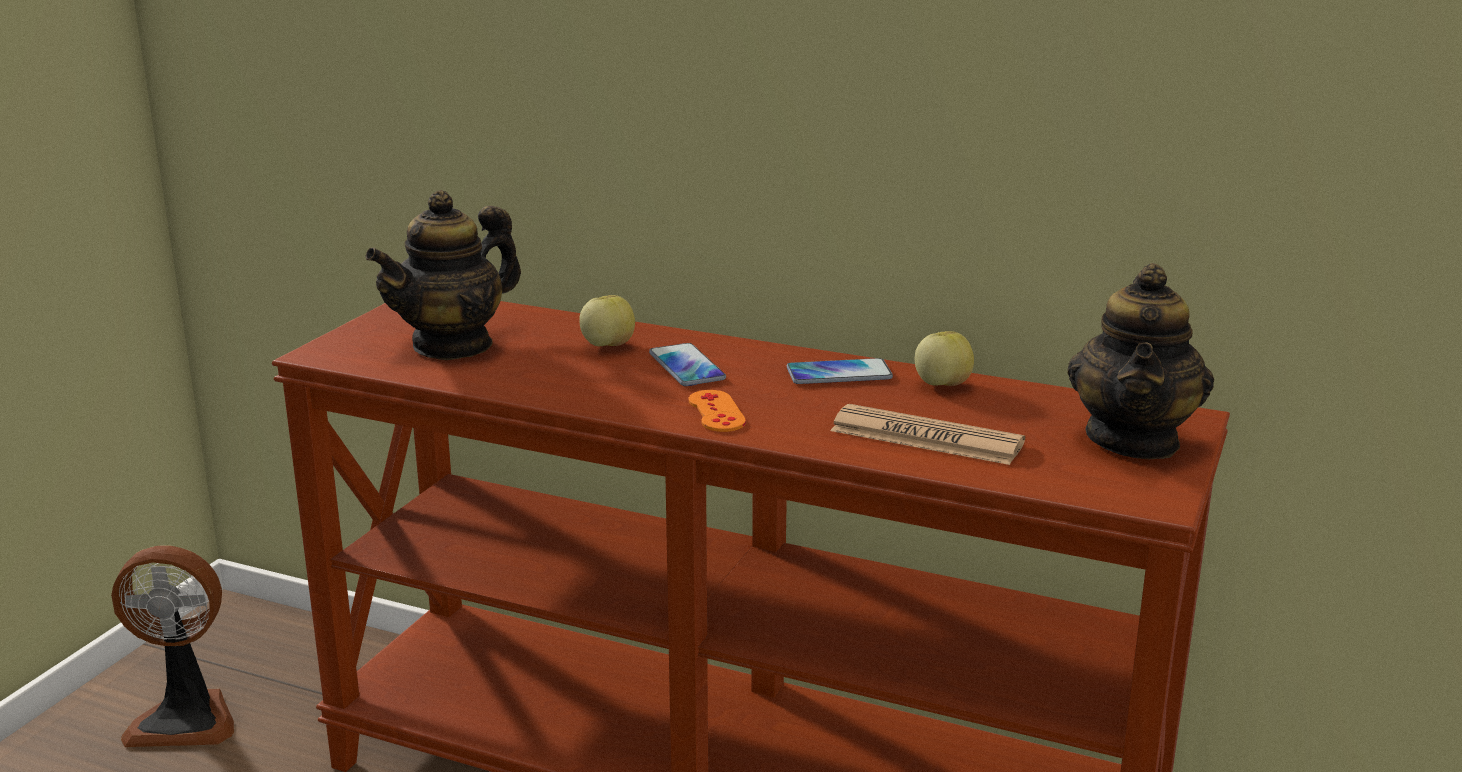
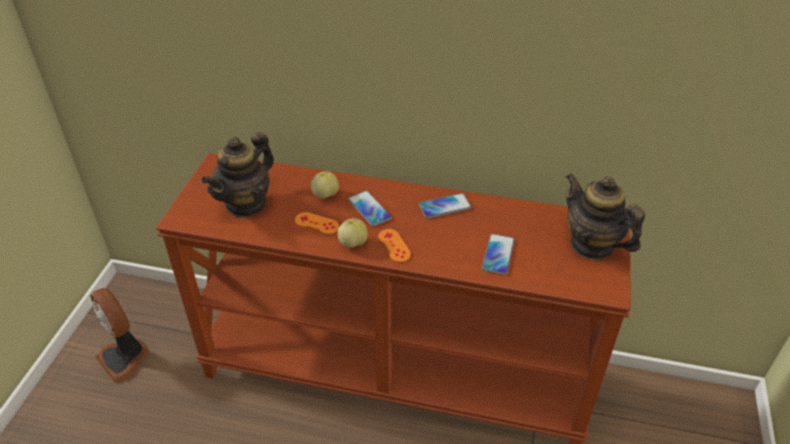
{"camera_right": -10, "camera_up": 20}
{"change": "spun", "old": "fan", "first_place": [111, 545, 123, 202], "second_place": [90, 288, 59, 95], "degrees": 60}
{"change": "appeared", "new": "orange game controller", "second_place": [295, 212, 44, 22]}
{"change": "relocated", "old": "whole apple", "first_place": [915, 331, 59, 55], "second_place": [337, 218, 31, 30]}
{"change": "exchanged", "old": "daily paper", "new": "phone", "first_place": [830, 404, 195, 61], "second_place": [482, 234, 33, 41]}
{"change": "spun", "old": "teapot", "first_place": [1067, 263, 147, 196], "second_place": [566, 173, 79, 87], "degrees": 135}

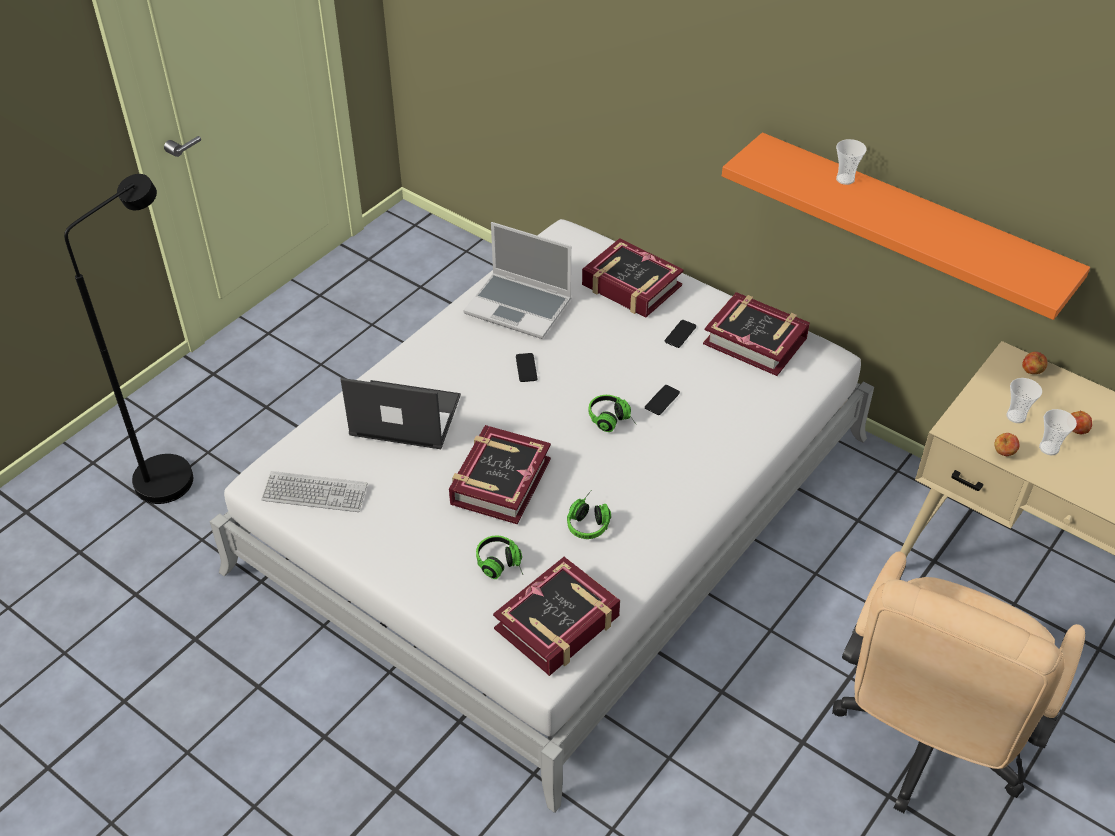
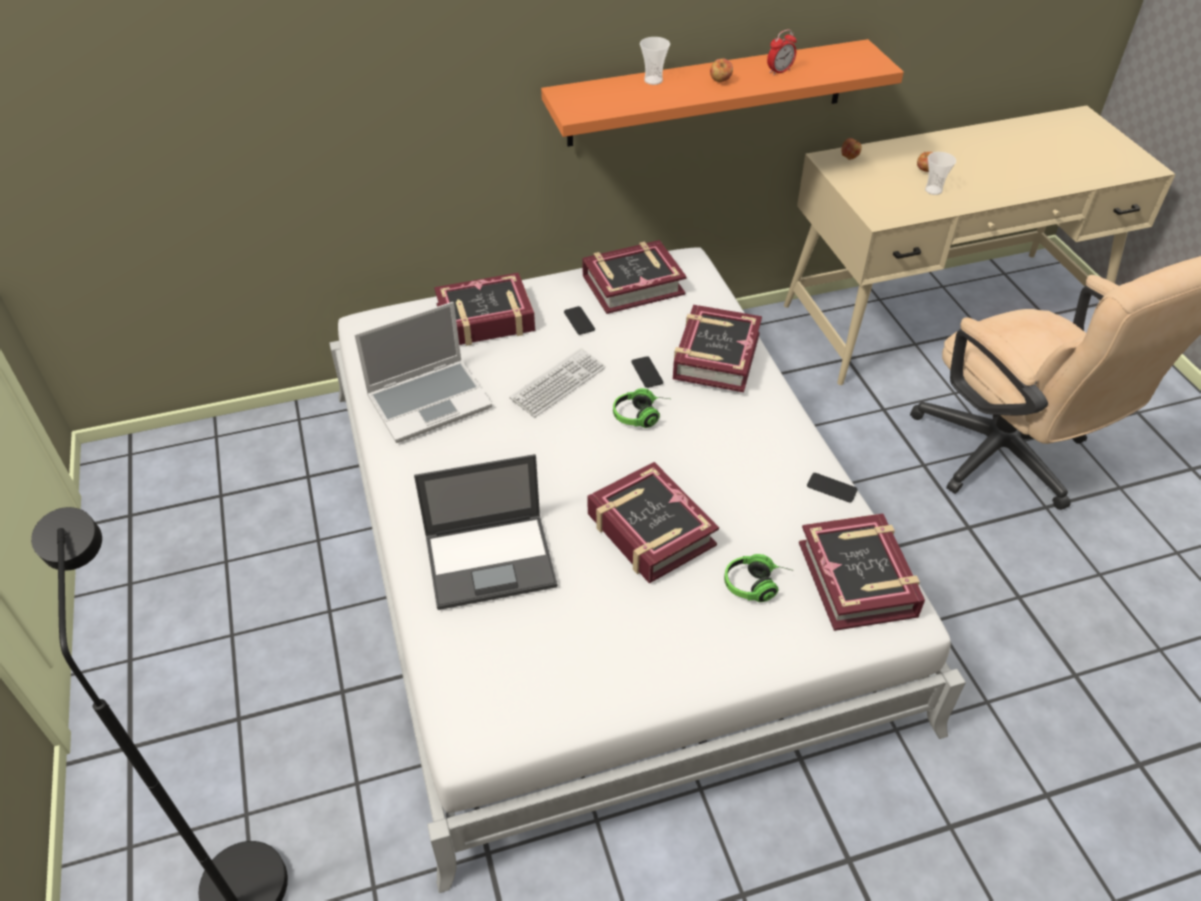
{"camera_right": -55, "camera_up": 0}
{"change": "spun", "old": "notebook computer", "first_place": [340, 378, 121, 71], "second_place": [414, 454, 144, 156], "degrees": -150}
{"change": "relocated", "old": "computer keyboard", "first_place": [261, 471, 106, 41], "second_place": [509, 348, 97, 69]}
{"change": "appeared", "new": "book", "second_place": [673, 305, 89, 87]}
{"change": "relocated", "old": "whole apple", "first_place": [994, 433, 26, 23], "second_place": [710, 59, 23, 23]}
{"change": "appeared", "new": "alarm clock", "second_place": [767, 29, 30, 46]}
{"change": "relocated", "old": "phone", "first_place": [516, 353, 21, 29], "second_place": [807, 473, 51, 30]}
{"change": "missing", "old": "headphones", "first_place": [567, 491, 44, 48]}
{"change": "missing", "old": "drinking cup", "first_place": [1006, 378, 36, 45]}

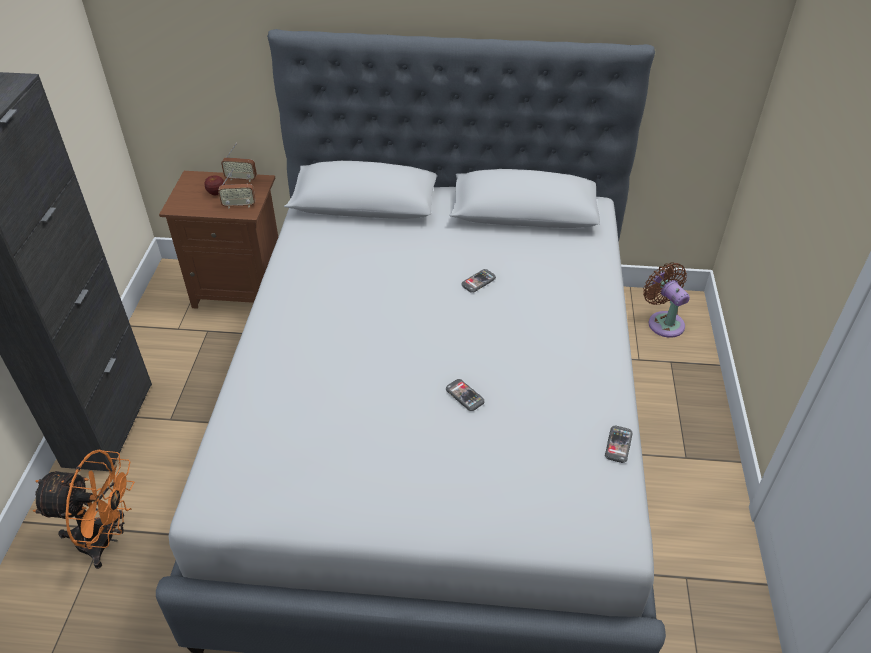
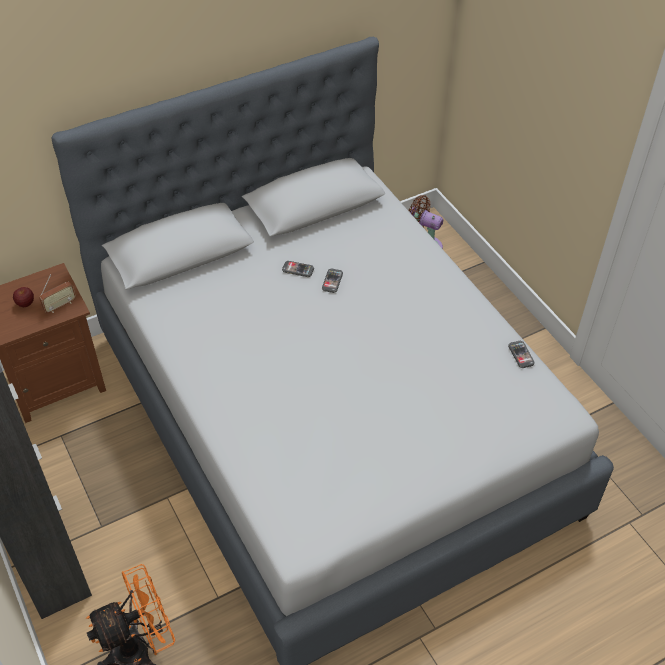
{"camera_right": -35, "camera_up": 5}
{"change": "relocated", "old": "phone", "first_place": [446, 379, 39, 32], "second_place": [282, 261, 32, 16]}
{"change": "missing", "old": "radio set", "first_place": [221, 143, 36, 39]}

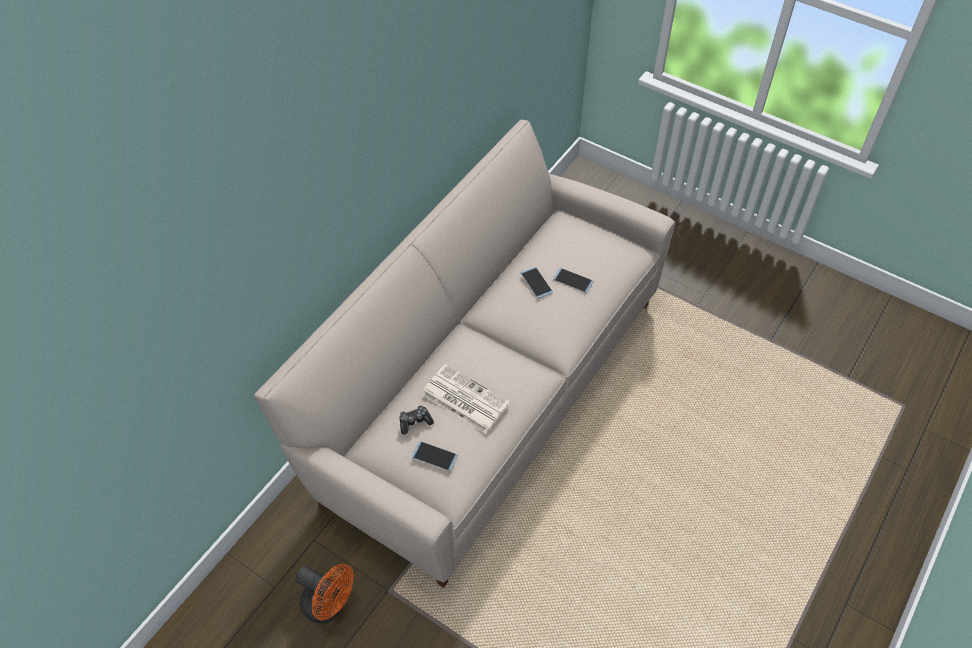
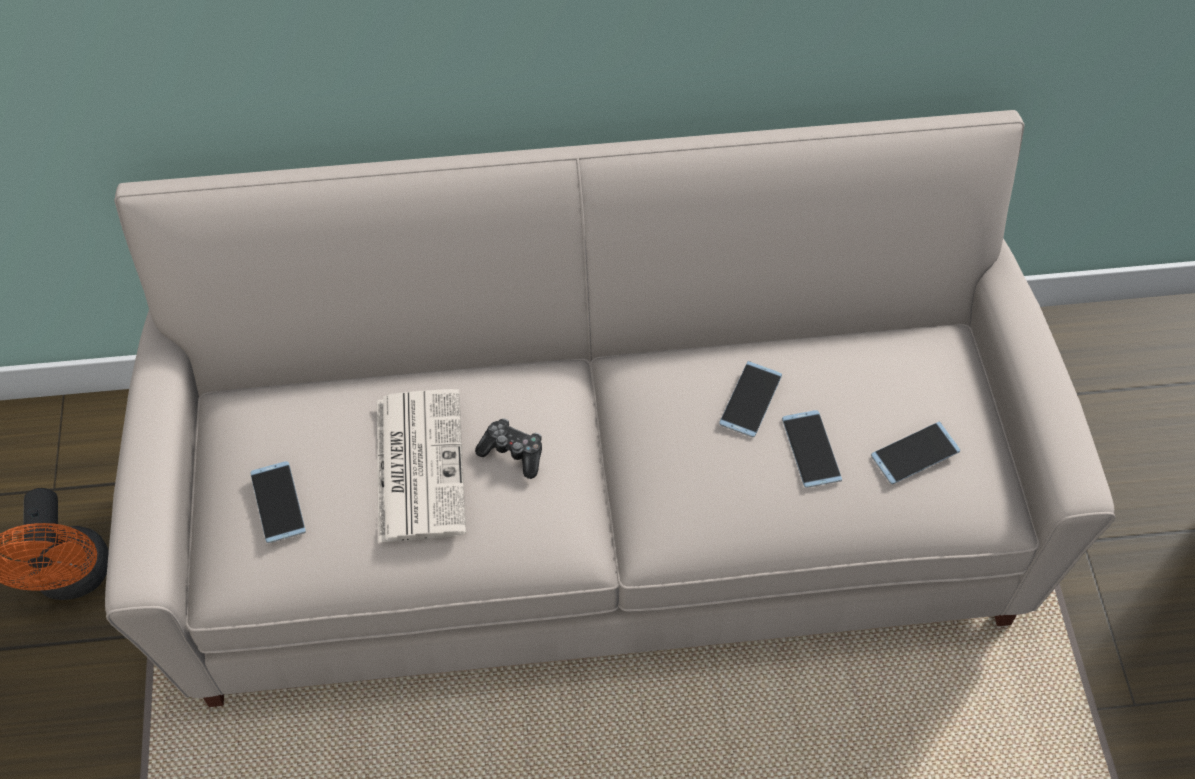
{"camera_right": 50, "camera_up": 5}
{"change": "relocated", "old": "game controller", "first_place": [399, 405, 35, 30], "second_place": [475, 418, 67, 61]}
{"change": "appeared", "new": "phone", "second_place": [871, 422, 89, 62]}

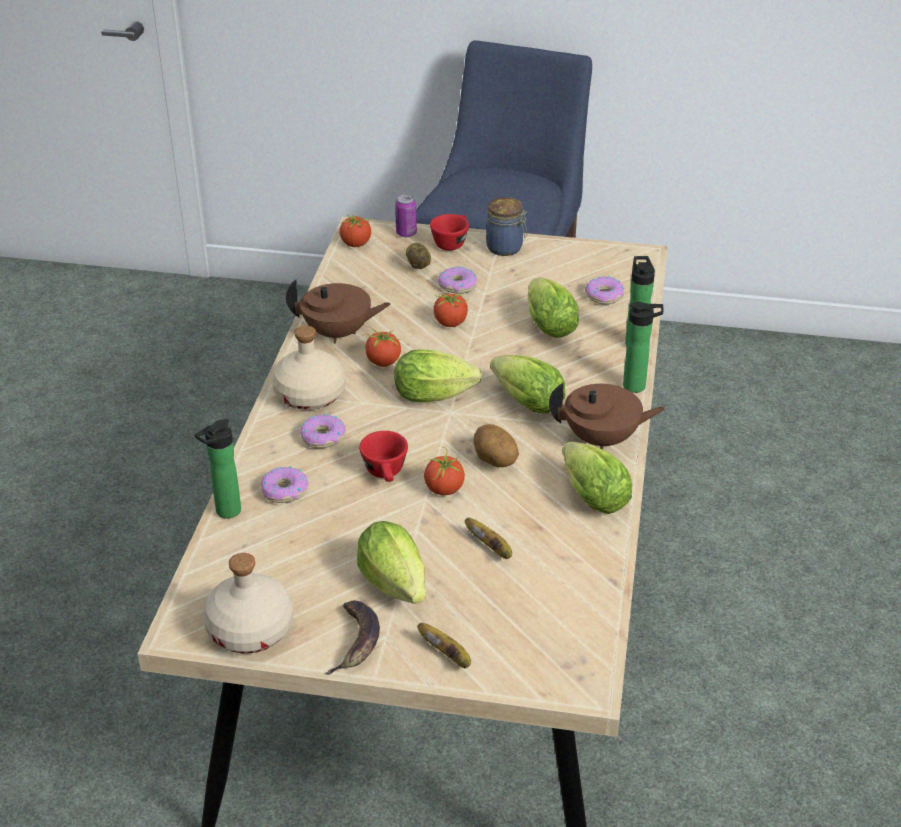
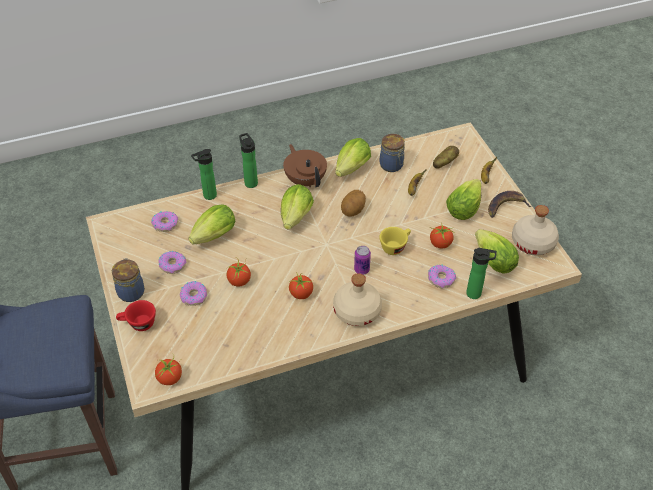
{"camera_right": -120, "camera_up": 10}
{"change": "relocated", "old": "ring doughnut", "first_place": [300, 414, 45, 34], "second_place": [158, 251, 28, 23]}
{"change": "relocated", "old": "metal can", "first_place": [395, 195, 22, 42], "second_place": [354, 246, 17, 29]}
{"change": "colour", "old": "red drinking cup", "new": "yellow drinking cup", "first_place": [359, 431, 49, 51], "second_place": [379, 227, 32, 28]}
{"change": "appeared", "new": "preserve jar", "second_place": [380, 134, 25, 38]}
{"change": "relocated", "old": "whole tomato", "first_place": [424, 447, 41, 48], "second_place": [430, 223, 24, 25]}
{"change": "relocated", "old": "whole potato", "first_place": [406, 243, 25, 26], "second_place": [433, 146, 26, 23]}
{"change": "relocated", "old": "lettuce", "first_place": [394, 349, 88, 53], "second_place": [475, 229, 44, 45]}
{"change": "missing", "old": "brown teapot", "first_place": [286, 279, 105, 65]}

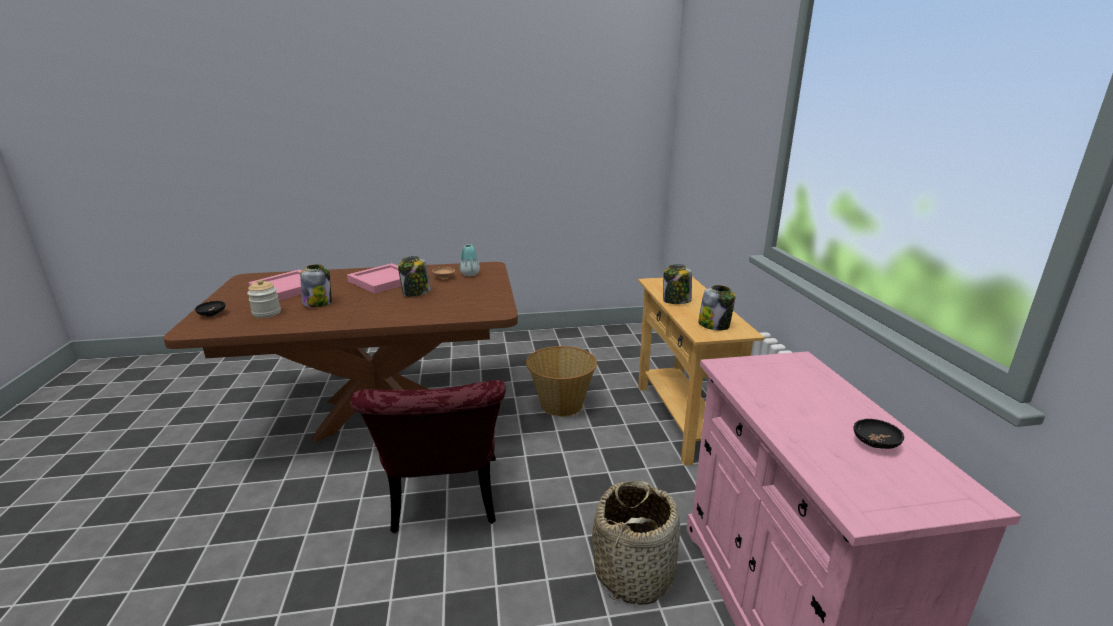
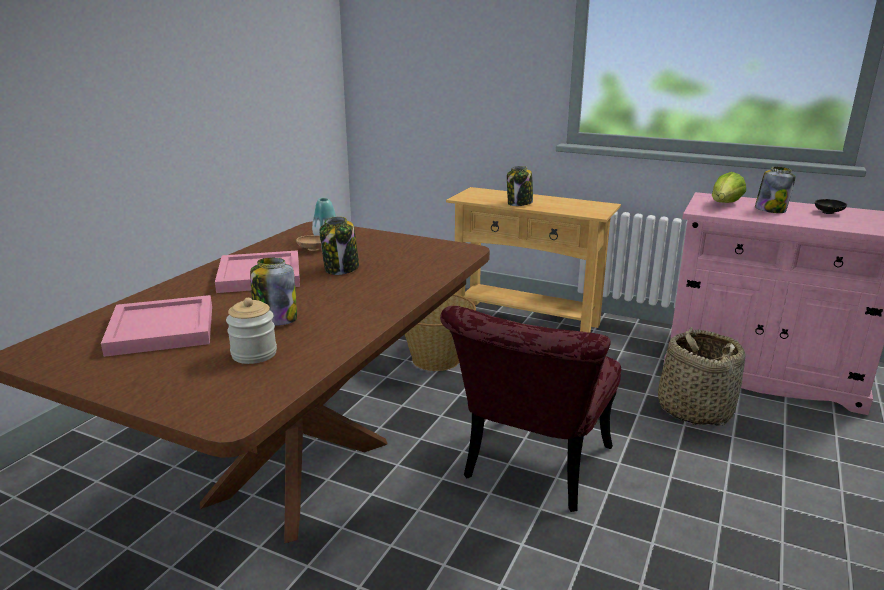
{"camera_right": -55, "camera_up": 0}
{"change": "spun", "old": "red plain chair", "first_place": [350, 380, 156, 153], "second_place": [440, 306, 181, 206], "degrees": 90}
{"change": "appeared", "new": "lettuce", "second_place": [712, 172, 34, 31]}
{"change": "relocated", "old": "preserve jar", "first_place": [698, 285, 37, 46], "second_place": [755, 167, 41, 46]}
{"change": "missing", "old": "black-coloured serving bowl", "first_place": [195, 301, 30, 16]}

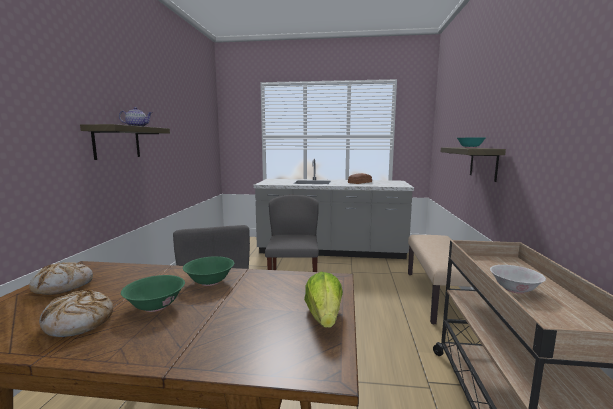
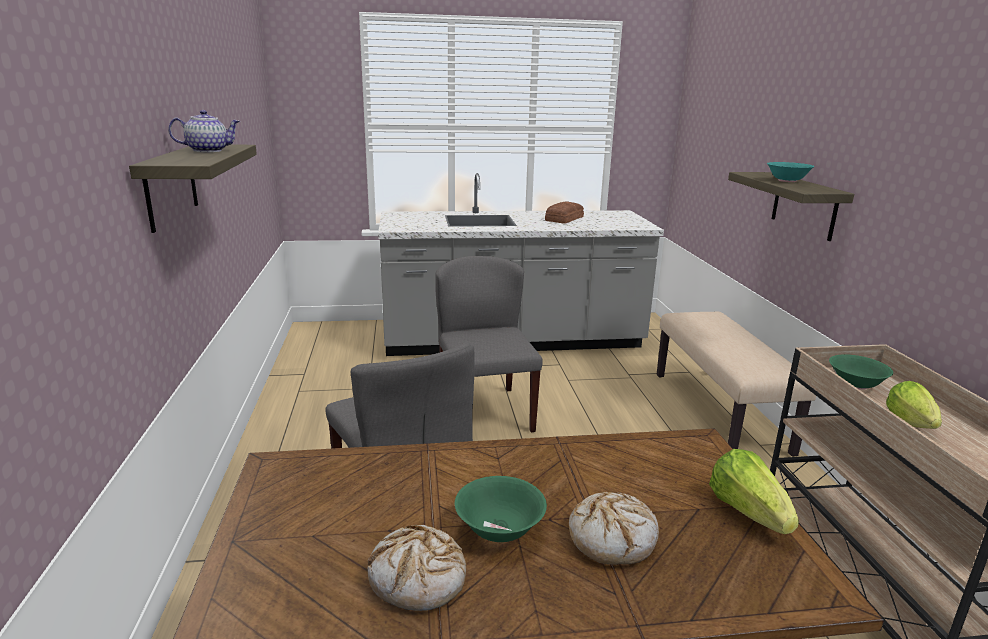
{"camera_right": -15, "camera_up": 10}
{"change": "relocated", "old": "bread", "first_place": [29, 262, 64, 33], "second_place": [569, 492, 90, 73]}
{"change": "relocated", "old": "green-coloured serving bowl", "first_place": [183, 256, 51, 30], "second_place": [829, 354, 64, 36]}
{"change": "exchanged", "old": "whitish serving bowl", "new": "lettuce", "first_place": [490, 265, 56, 29], "second_place": [886, 381, 56, 48]}

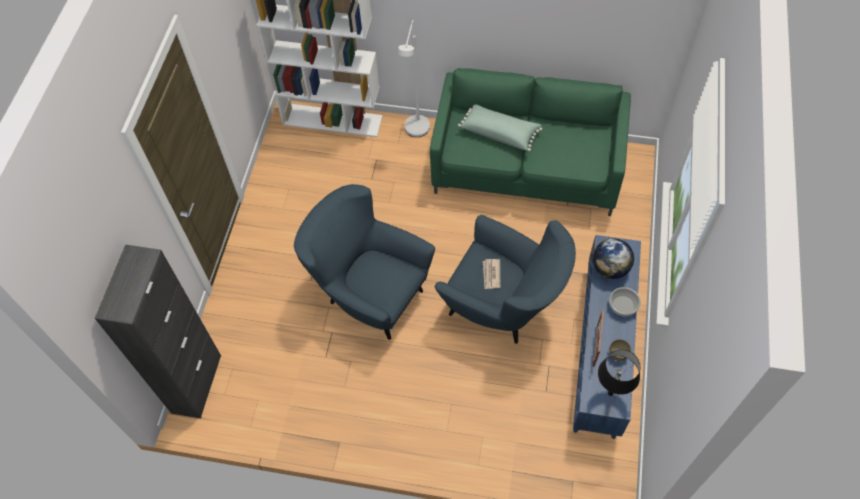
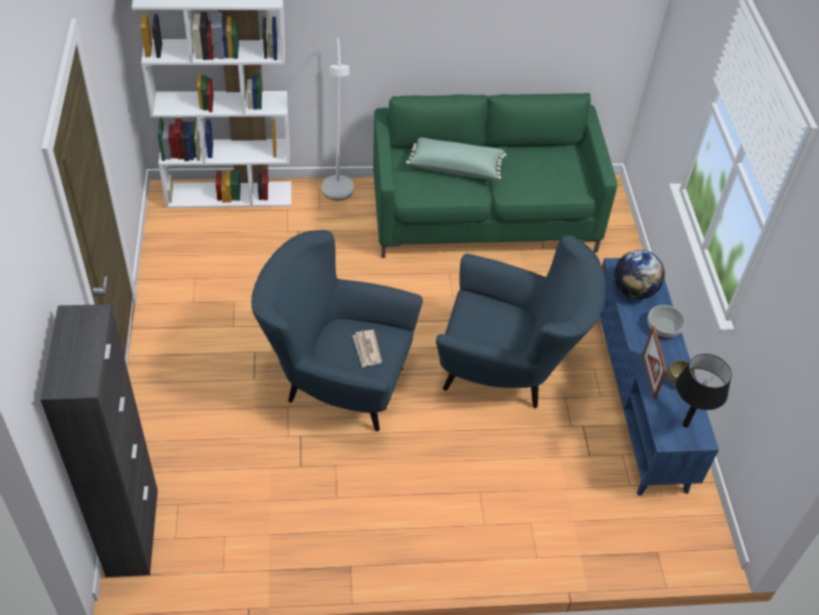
{"camera_right": -20, "camera_up": -10}
{"change": "relocated", "old": "daily paper", "first_place": [483, 259, 18, 30], "second_place": [352, 330, 30, 38]}

